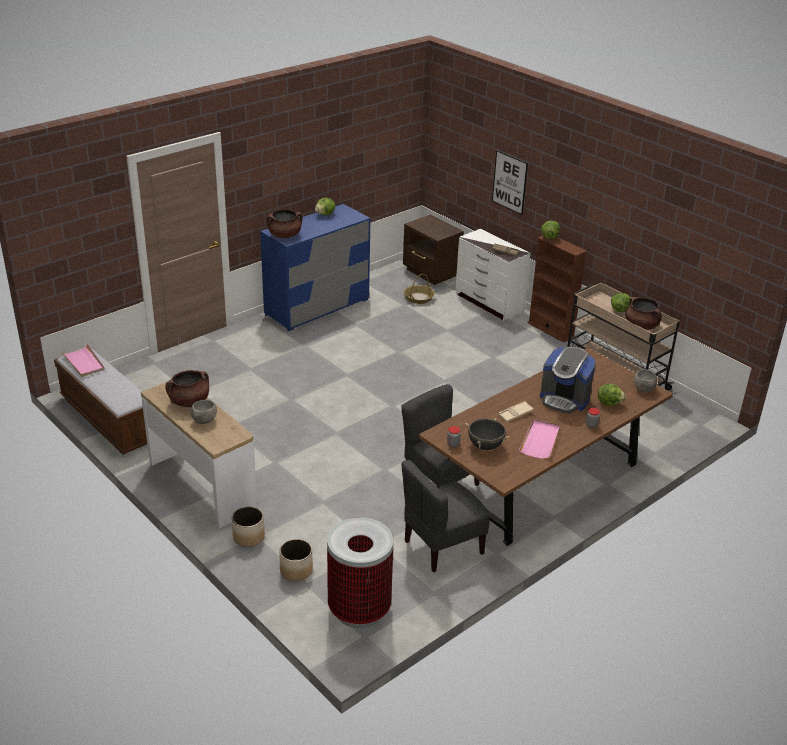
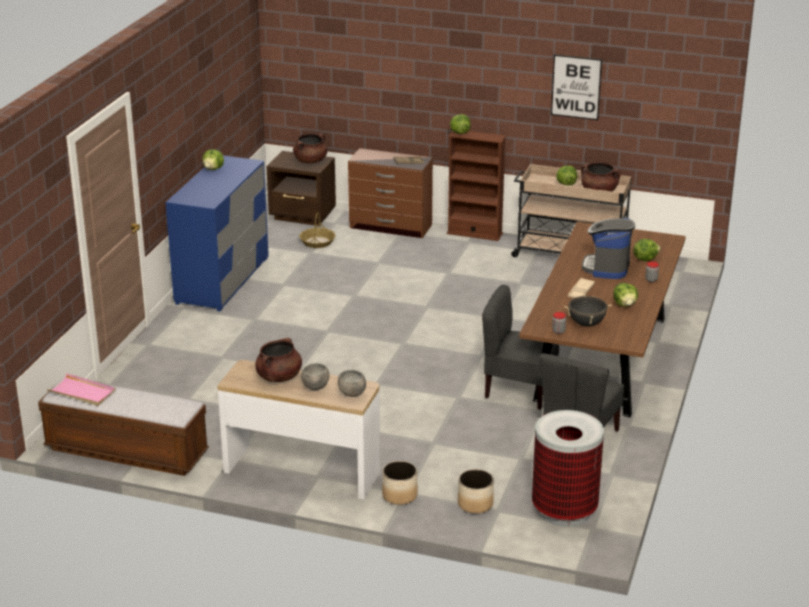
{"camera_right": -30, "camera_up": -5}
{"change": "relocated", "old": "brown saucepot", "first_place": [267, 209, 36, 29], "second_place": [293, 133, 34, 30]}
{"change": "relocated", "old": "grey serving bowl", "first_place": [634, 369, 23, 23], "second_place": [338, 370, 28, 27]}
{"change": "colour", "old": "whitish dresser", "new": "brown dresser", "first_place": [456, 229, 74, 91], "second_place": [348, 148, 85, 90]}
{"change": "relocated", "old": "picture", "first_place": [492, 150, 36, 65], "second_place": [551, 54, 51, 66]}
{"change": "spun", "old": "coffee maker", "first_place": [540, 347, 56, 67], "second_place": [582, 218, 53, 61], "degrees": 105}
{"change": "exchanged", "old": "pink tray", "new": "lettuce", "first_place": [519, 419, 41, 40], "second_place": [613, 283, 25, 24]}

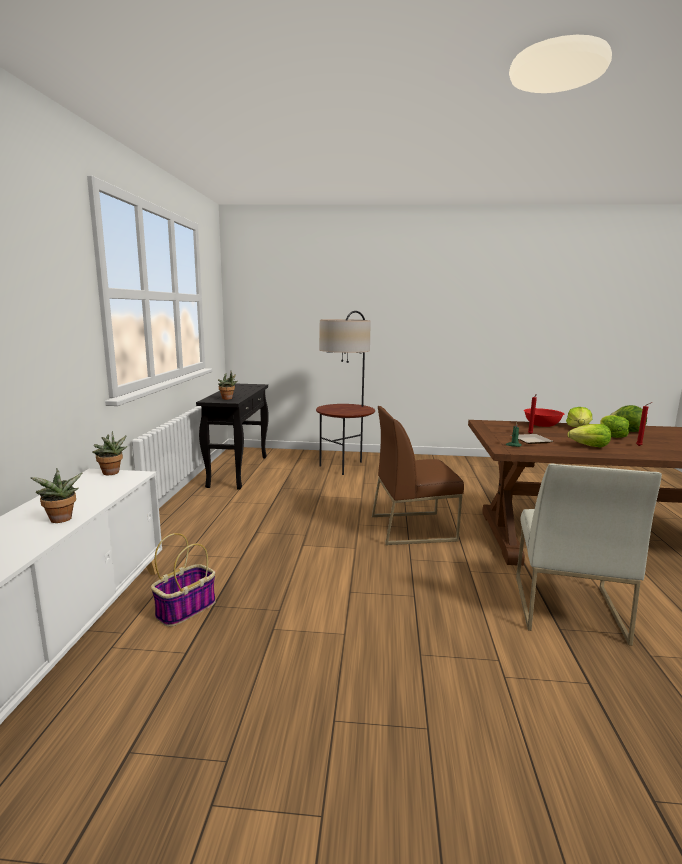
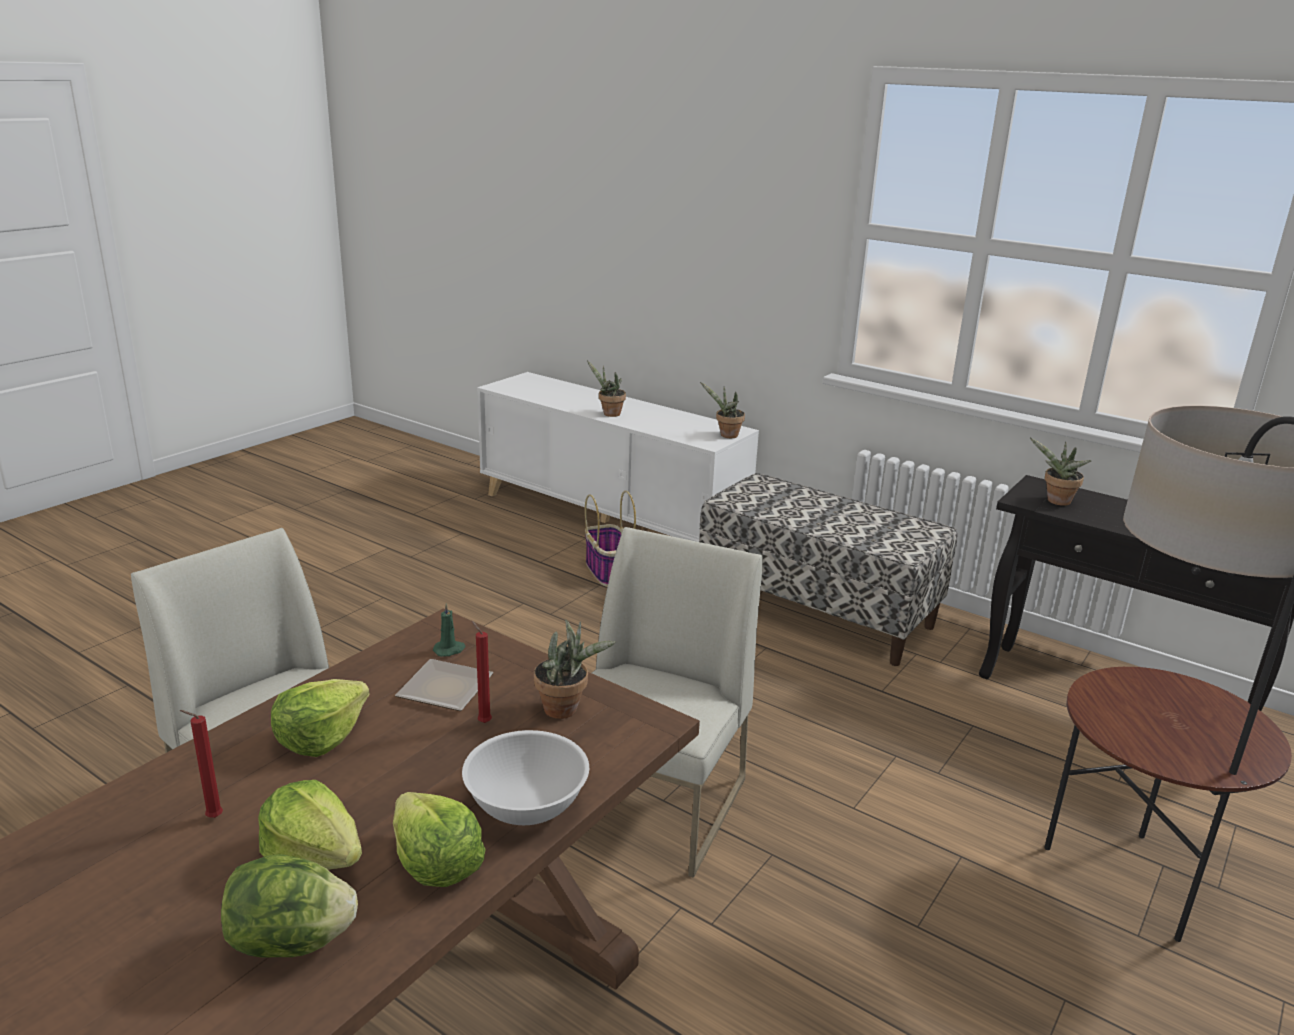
{"camera_right": 120, "camera_up": 10}
{"change": "colour", "old": "red serving bowl", "new": "whitish serving bowl", "first_place": [524, 408, 40, 19], "second_place": [462, 730, 127, 95]}
{"change": "appeared", "new": "potted plant", "second_place": [534, 619, 82, 100]}
{"change": "colour", "old": "brown plain chair", "new": "whitish plain chair", "first_place": [372, 406, 92, 139], "second_place": [592, 527, 171, 351]}
{"change": "appeared", "new": "long seat", "second_place": [699, 473, 258, 193]}

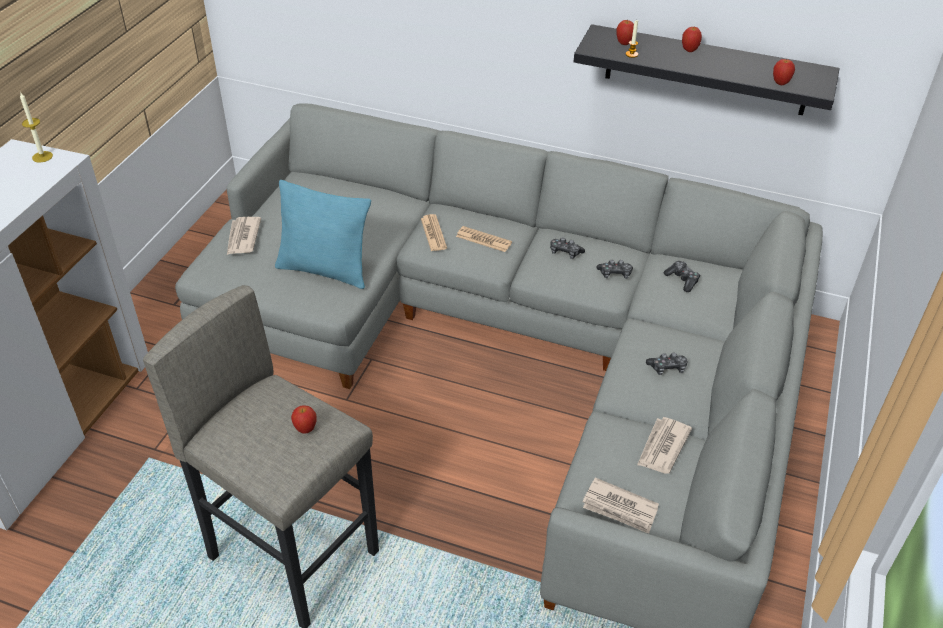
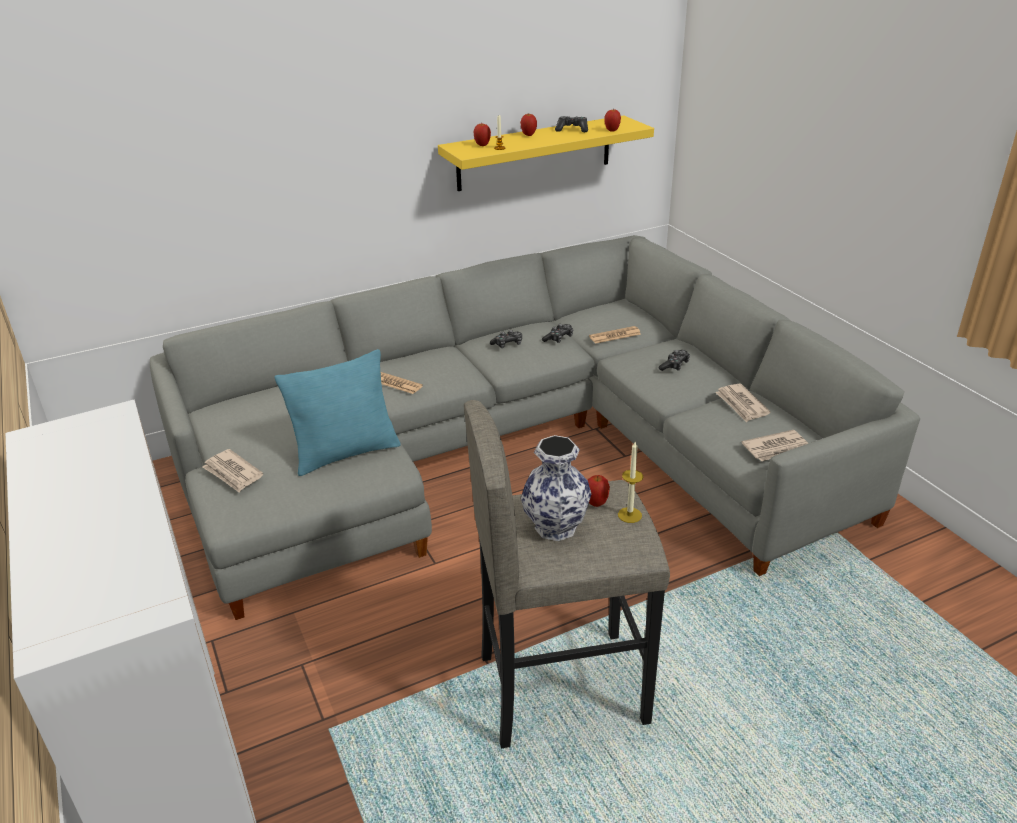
{"camera_right": -45, "camera_up": -10}
{"change": "colour", "old": "black-coloured wall shelf", "new": "yellow wall shelf", "first_place": [574, 24, 266, 91], "second_place": [438, 116, 216, 75]}
{"change": "appeared", "new": "vase", "second_place": [521, 435, 70, 106]}
{"change": "relocated", "old": "game controller", "first_place": [664, 261, 36, 31], "second_place": [555, 116, 33, 16]}
{"change": "relocated", "old": "daily paper", "first_place": [456, 226, 56, 26], "second_place": [589, 326, 52, 18]}
{"change": "relocated", "old": "candle", "first_place": [20, 93, 33, 70], "second_place": [618, 442, 25, 81]}

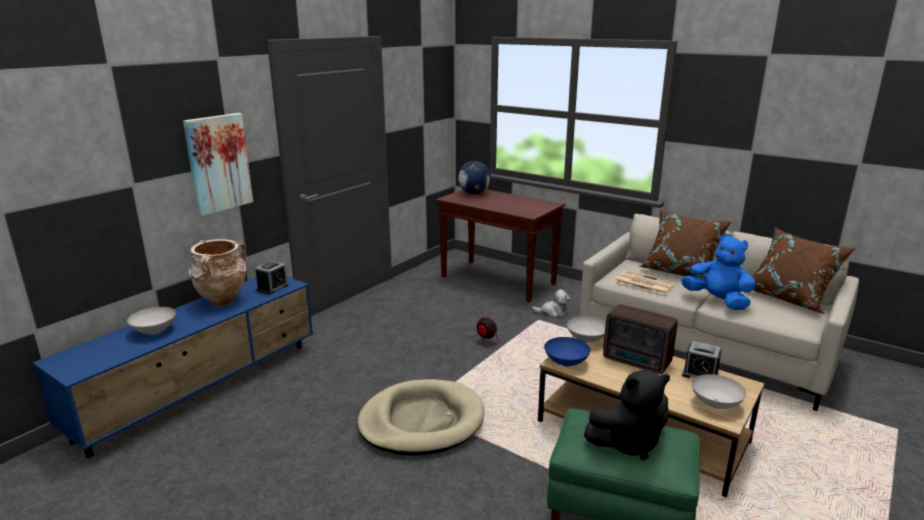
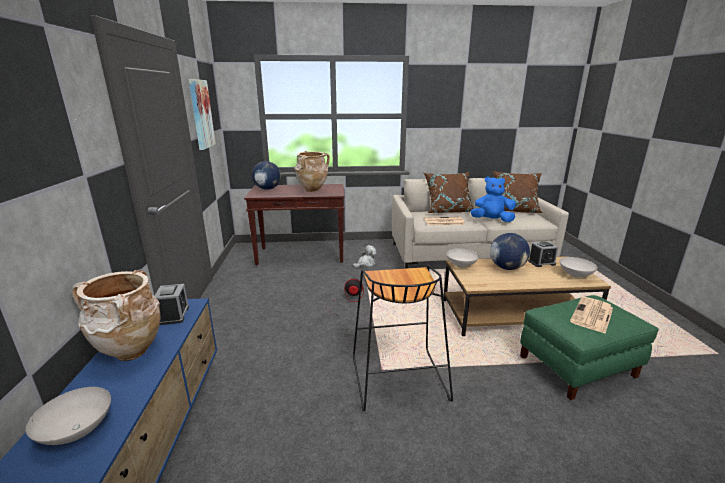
{"camera_right": -40, "camera_up": 0}
{"change": "relocated", "old": "picture", "first_place": [183, 113, 70, 103], "second_place": [189, 79, 27, 71]}
{"change": "appeared", "new": "sand-coloured vase", "second_place": [295, 151, 35, 41]}
{"change": "exchanged", "old": "sand-coloured dog cushion", "new": "black-coloured stool", "first_place": [358, 379, 127, 77], "second_place": [353, 265, 100, 146]}
{"change": "exchanged", "old": "radio set", "new": "desk globe", "first_place": [603, 304, 75, 70], "second_place": [490, 233, 40, 37]}
{"change": "exchanged", "old": "black-coloured soft toy", "new": "daily paper", "first_place": [584, 370, 86, 90], "second_place": [570, 297, 43, 36]}
{"change": "missing", "old": "bluish serving bowl", "first_place": [544, 337, 47, 30]}

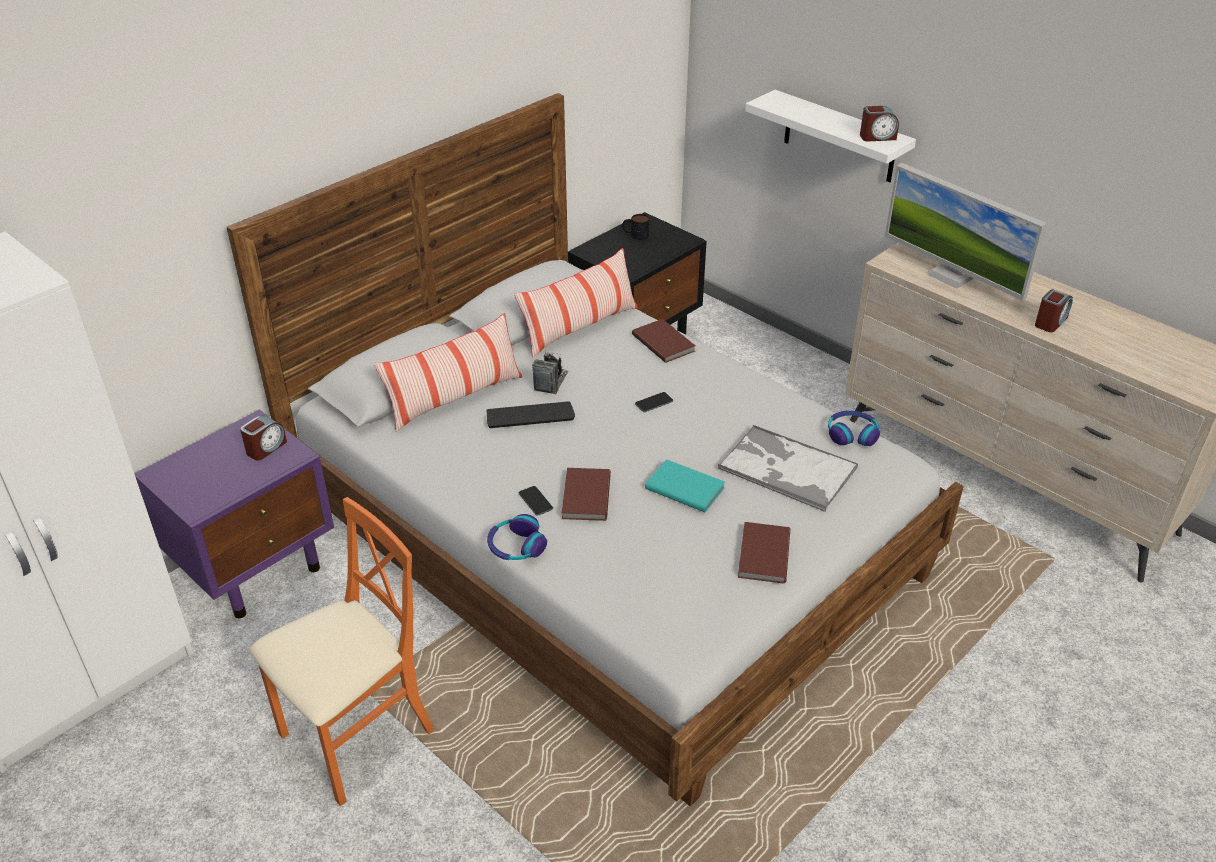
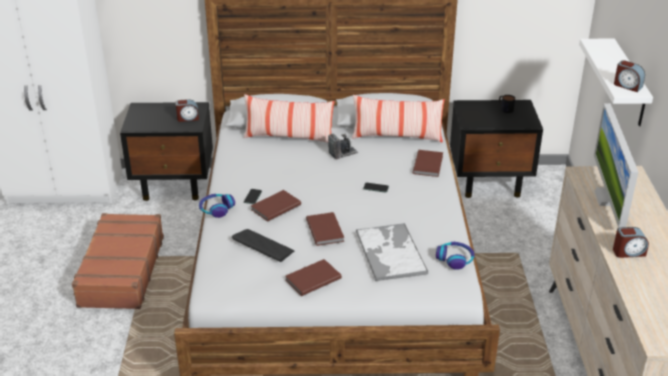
{"camera_right": 45, "camera_up": -5}
{"change": "exchanged", "old": "orange plain chair", "new": "brown suitcase", "first_place": [249, 497, 185, 309], "second_place": [72, 213, 92, 96]}
{"change": "colour", "old": "purple night table", "new": "black-coloured night table", "first_place": [134, 409, 200, 210], "second_place": [120, 102, 93, 99]}
{"change": "relocated", "old": "computer keyboard", "first_place": [487, 401, 88, 27], "second_place": [232, 229, 63, 33]}
{"change": "colour", "old": "blue-green book", "new": "brown book", "first_place": [645, 459, 80, 53], "second_place": [306, 212, 38, 34]}

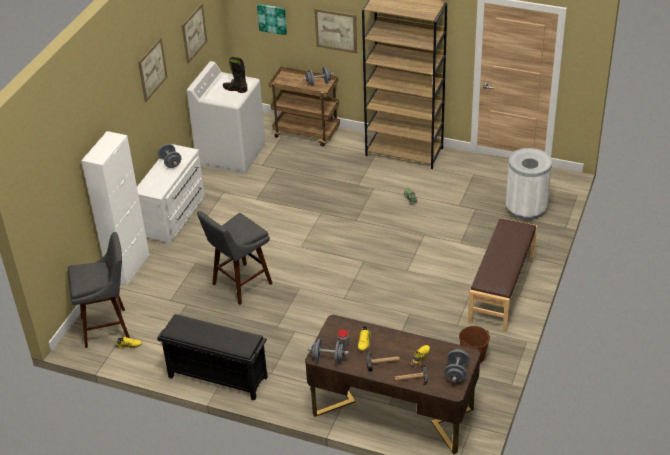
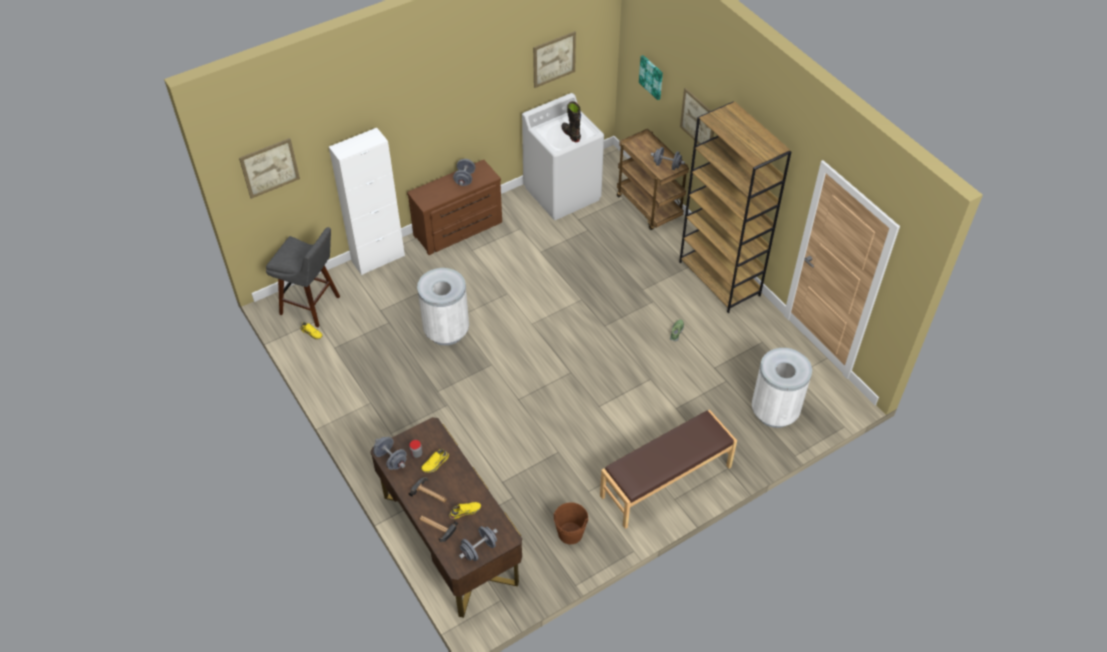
{"camera_right": 35, "camera_up": 10}
{"change": "relocated", "old": "picture", "first_place": [138, 37, 30, 65], "second_place": [239, 138, 61, 61]}
{"change": "colour", "old": "whitish dresser", "new": "brown dresser", "first_place": [137, 144, 68, 101], "second_place": [407, 160, 95, 95]}
{"change": "exchanged", "old": "grey stool", "new": "whitish trash can", "first_place": [197, 211, 76, 94], "second_place": [417, 268, 52, 77]}
{"change": "missing", "old": "black-coloured shoe shelf", "first_place": [157, 314, 111, 86]}

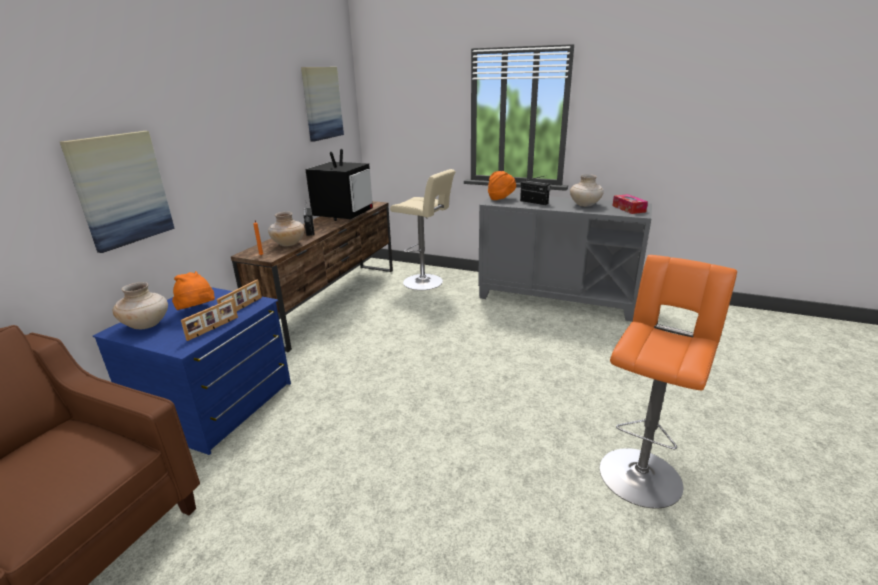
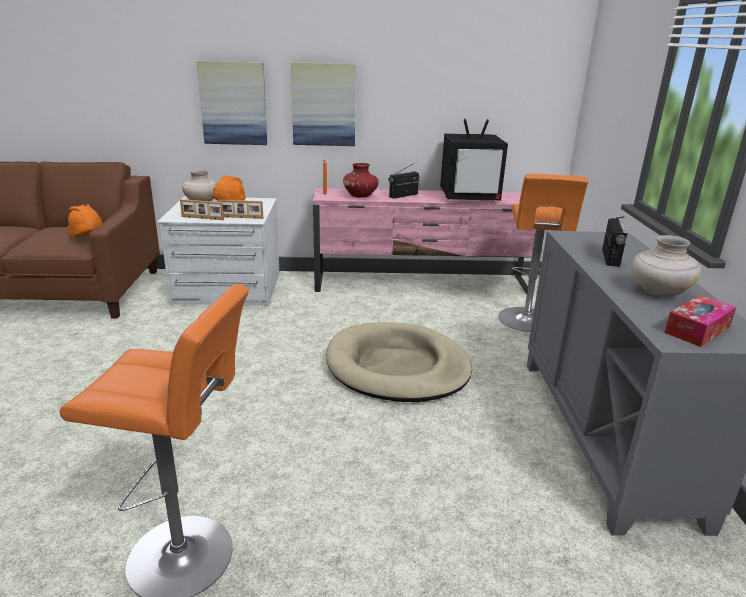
{"camera_right": 65, "camera_up": 0}
{"change": "relocated", "old": "orange wearable hat", "first_place": [488, 171, 28, 29], "second_place": [67, 204, 35, 34]}
{"change": "colour", "old": "bluish dresser", "new": "whitish dresser", "first_place": [93, 287, 198, 168], "second_place": [157, 196, 122, 111]}
{"change": "relocated", "old": "picture", "first_place": [301, 67, 43, 74], "second_place": [291, 62, 65, 84]}
{"change": "colour", "old": "brown media console", "new": "pink media console", "first_place": [231, 201, 162, 151], "second_place": [313, 188, 234, 106]}
{"change": "appeared", "new": "sand-coloured dog cushion", "second_place": [326, 322, 146, 80]}
{"change": "colour", "old": "sand-coloured vase", "new": "red vase", "first_place": [268, 212, 37, 34], "second_place": [343, 163, 36, 35]}
{"change": "colour", "old": "sand-coloured stool", "new": "orange stool", "first_place": [390, 169, 66, 121], "second_place": [498, 174, 90, 158]}

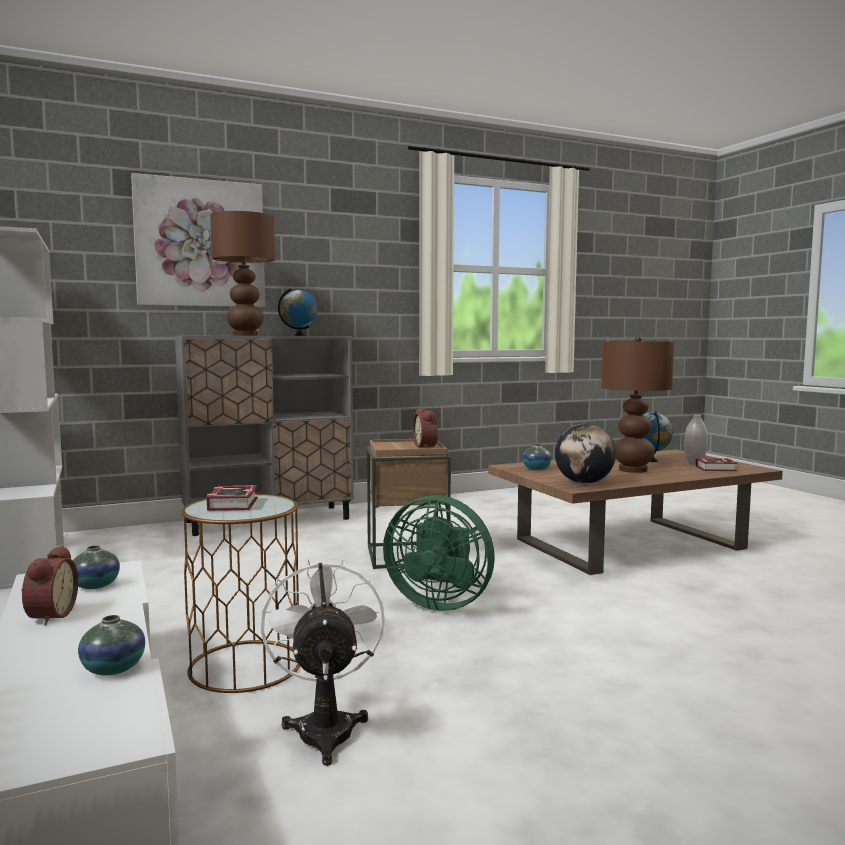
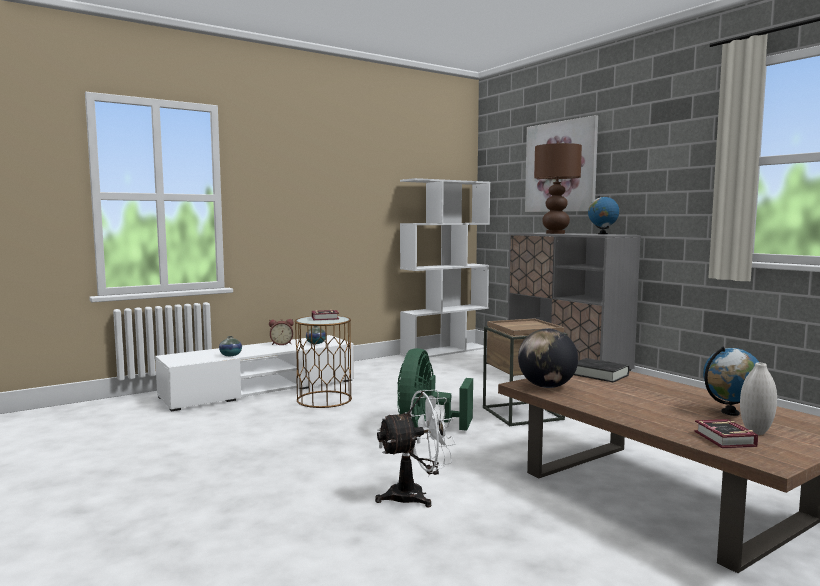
{"camera_right": 80, "camera_up": 0}
{"change": "relocated", "old": "whitish fan", "first_place": [261, 559, 124, 207], "second_place": [375, 390, 81, 117]}
{"change": "exchanged", "old": "vase", "new": "black-coloured book", "first_place": [522, 444, 30, 26], "second_place": [574, 358, 55, 24]}
{"change": "missing", "old": "alarm clock", "first_place": [412, 407, 26, 42]}
{"change": "missing", "old": "brown tabletop lamp", "first_place": [601, 336, 73, 137]}

